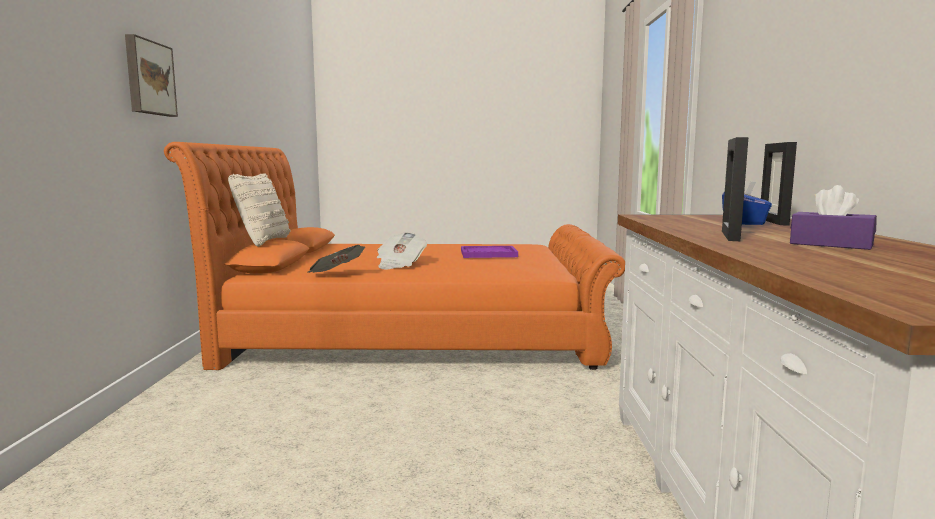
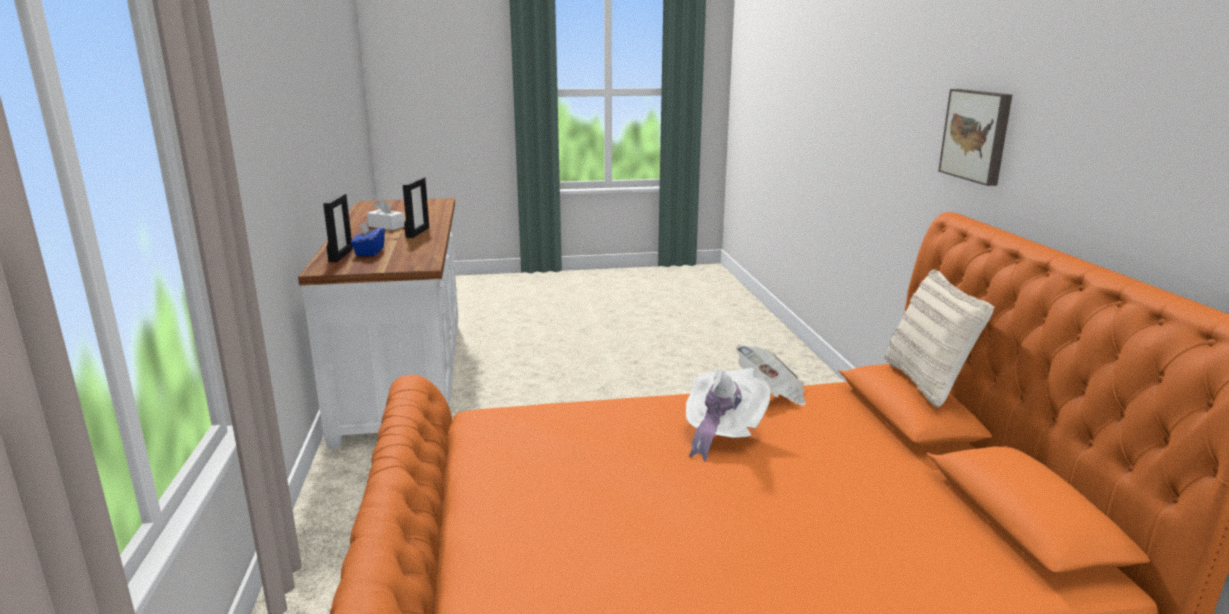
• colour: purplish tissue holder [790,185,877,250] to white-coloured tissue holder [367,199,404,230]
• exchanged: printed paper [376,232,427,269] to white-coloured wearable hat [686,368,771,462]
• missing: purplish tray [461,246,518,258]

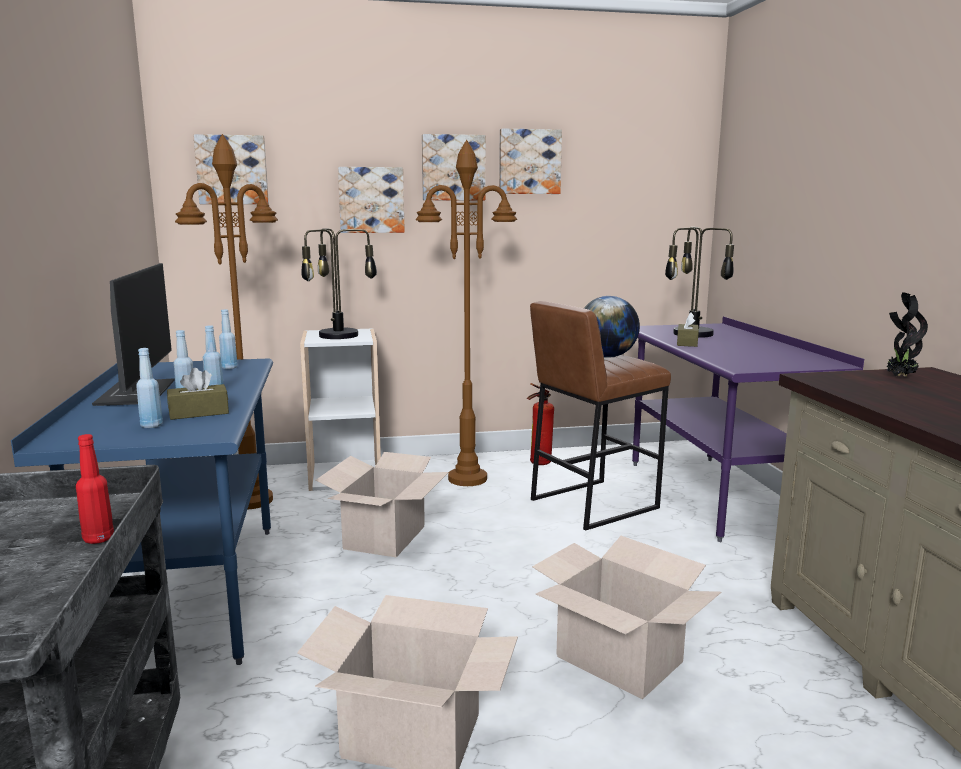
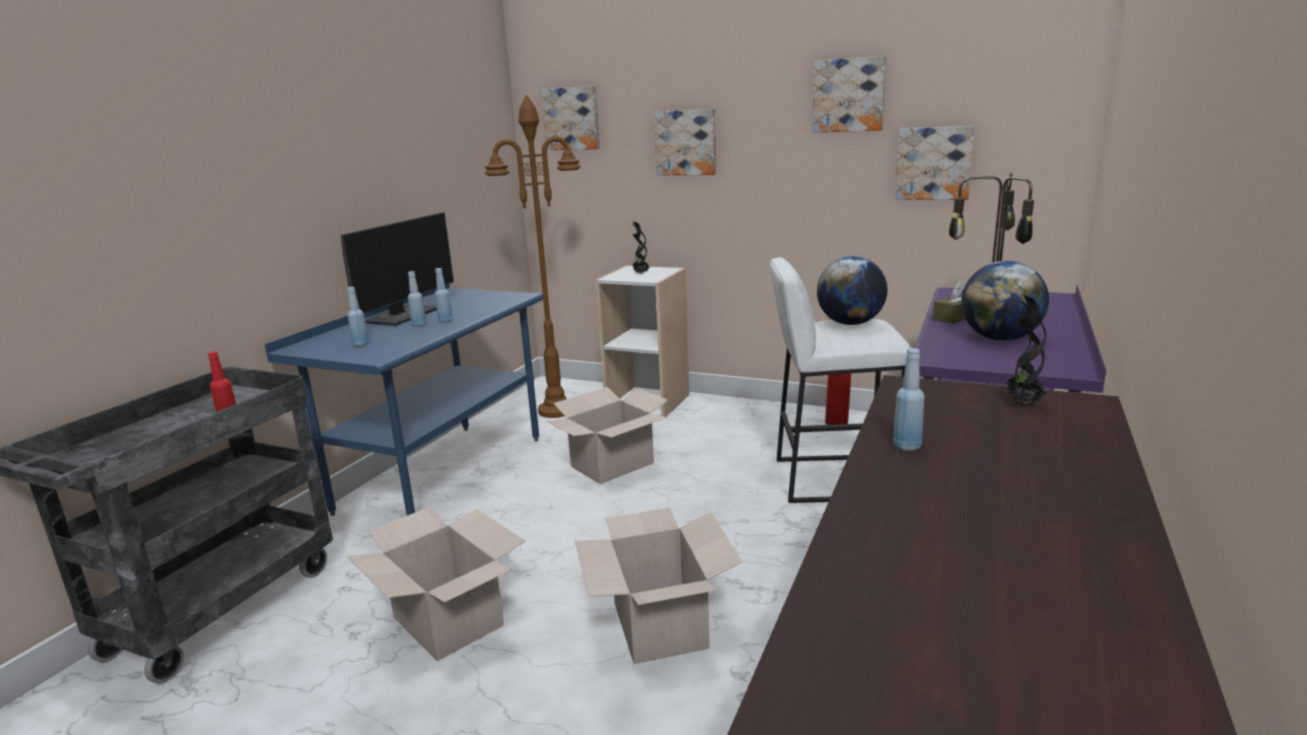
• relocated: wall picture [422,134,486,200] to [895,126,975,200]
• missing: brown floor lamp [416,140,517,486]
• exchanged: tabletop lamp [302,229,377,339] to plant in a pot [631,222,649,273]
• colour: brown stool seat [530,301,671,530] to white-coloured stool seat [770,257,911,503]
• relocated: blue bottle [219,309,238,369] to [893,348,925,451]
• missing: brown tissue holder [167,368,229,420]
• appeared: desk globe [961,261,1049,341]

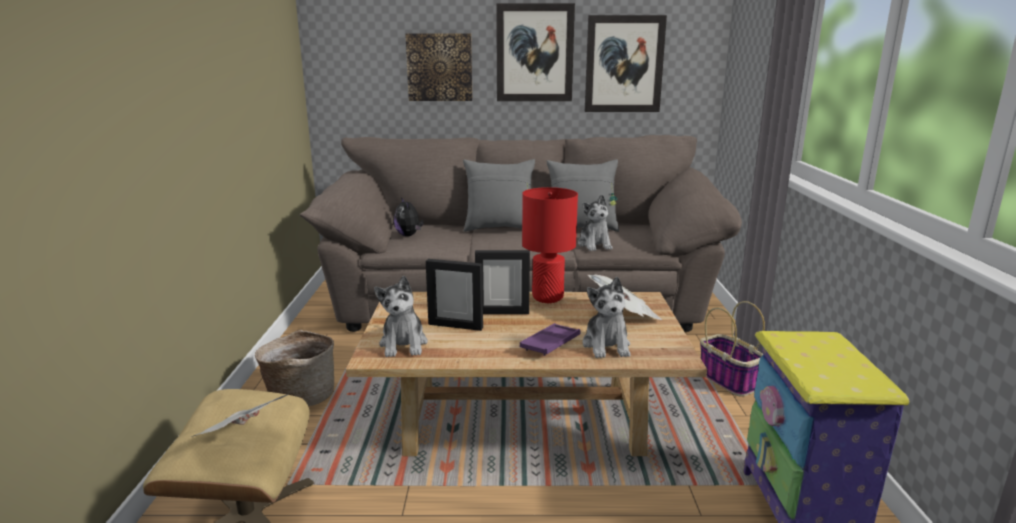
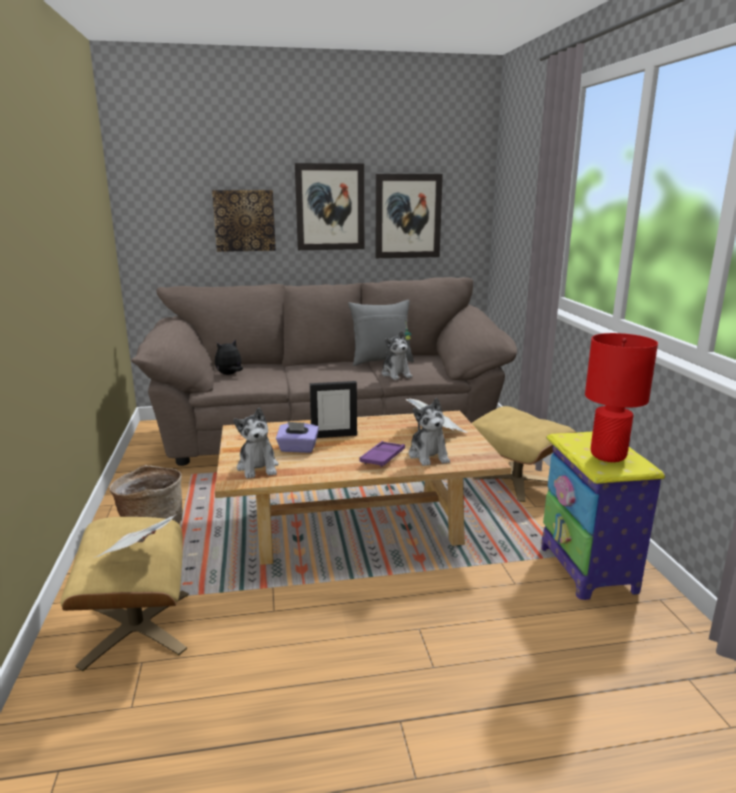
• missing: gray throw pillow [463,159,535,232]
• relocated: red-coloured tabletop lamp [522,187,578,304] to [585,333,658,462]
• spun: cuddly toy [394,197,424,236] = [215,340,243,375] 90 degrees clockwise
• exchanged: picture frame [426,259,483,331] to purplish tissue holder [276,421,319,453]
• exchanged: basket [700,301,765,397] to sand-coloured footrest [472,406,577,502]

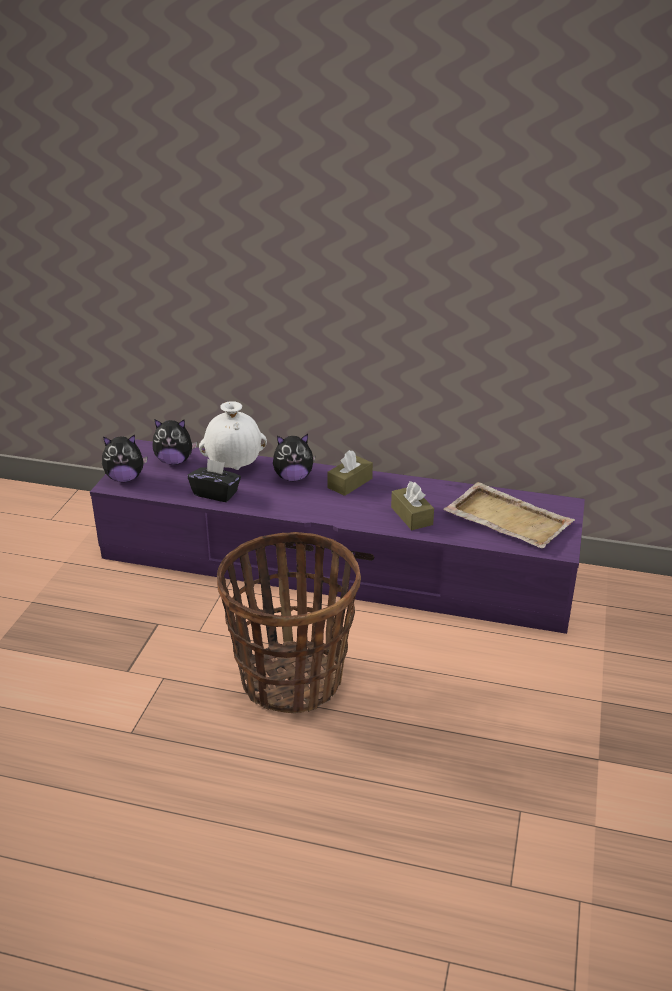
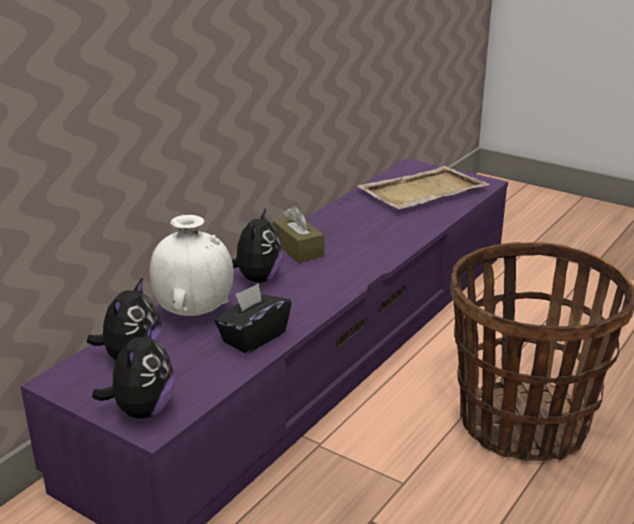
• missing: brown tissue holder [391,481,434,530]

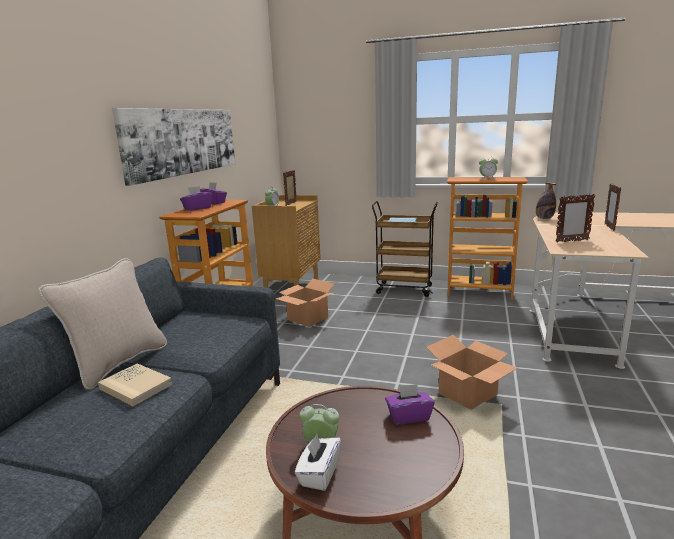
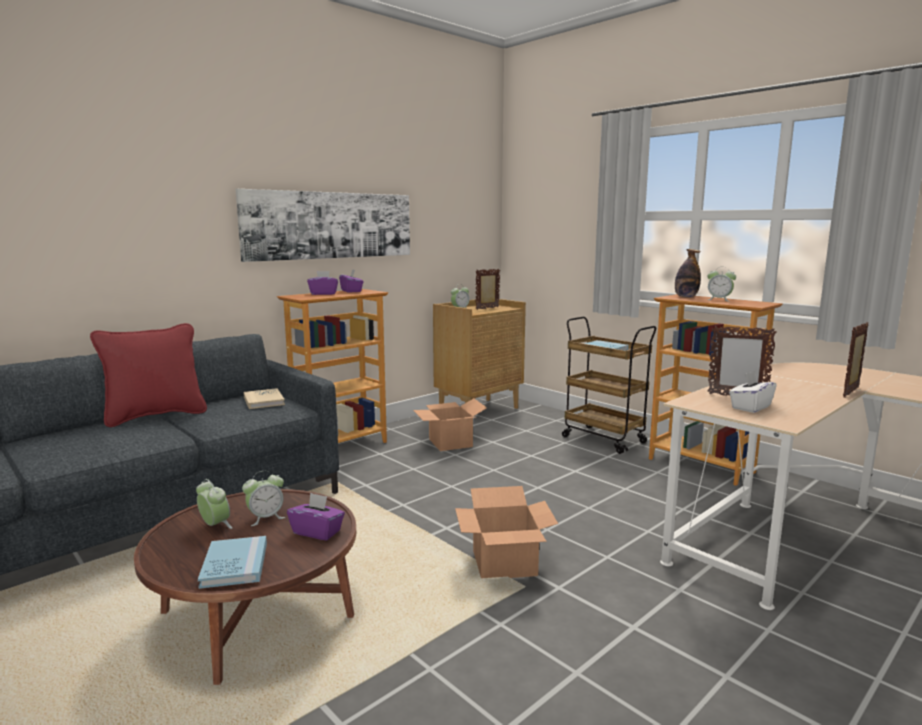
• relocated: bottle [536,182,556,219] to [675,249,701,298]
• colour: sand-coloured throw pillow [38,258,167,390] to red-coloured throw pillow [90,323,207,427]
• relocated: sand-coloured book [98,363,172,406] to [243,388,285,409]
• relocated: white-coloured tissue holder [295,433,341,491] to [729,371,777,413]
• appeared: table clock [242,471,285,526]
• appeared: blue book [198,536,267,589]

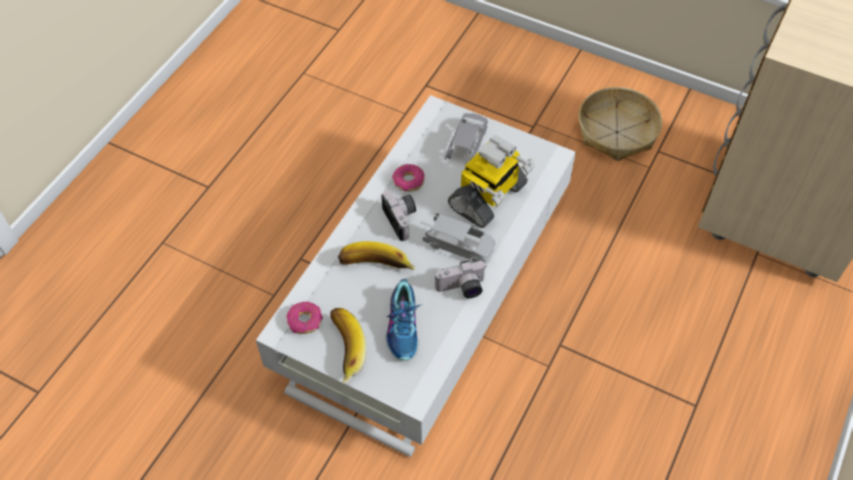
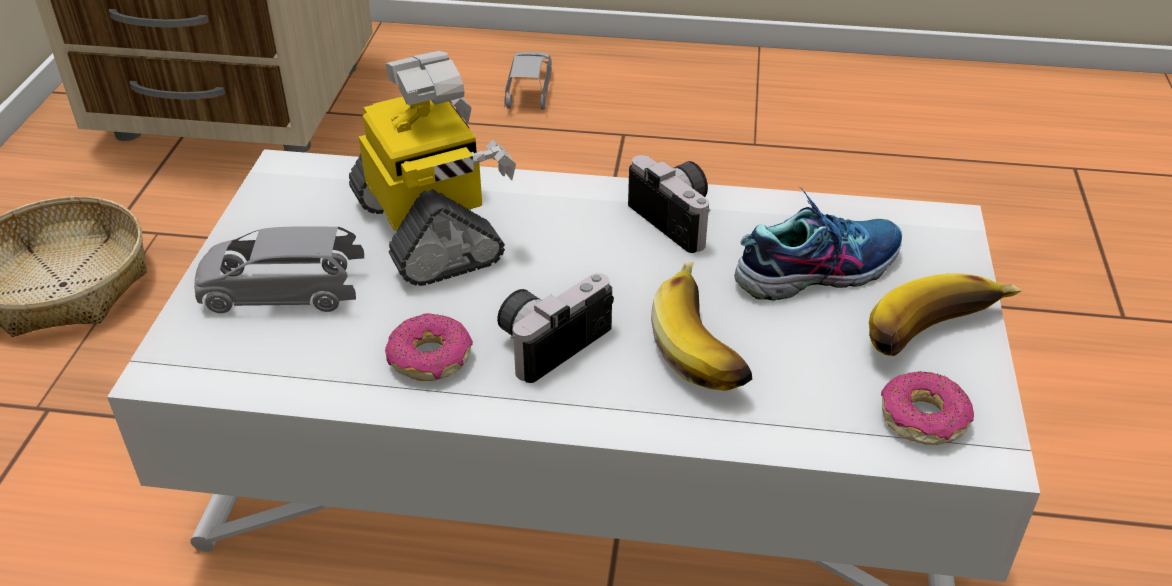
• spun: robot figure [448,135,535,228] = [349,51,516,286] 45 degrees clockwise
• relocated: gray toy car [423,214,495,263] to [504,52,552,110]

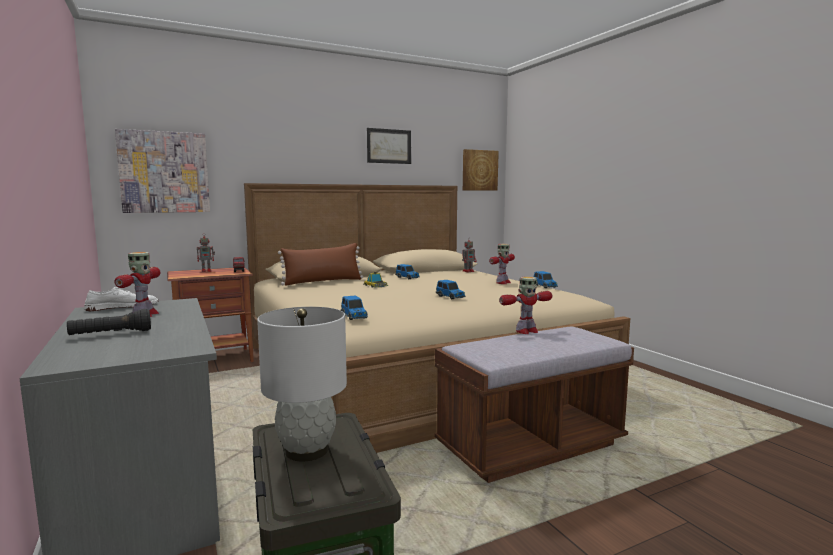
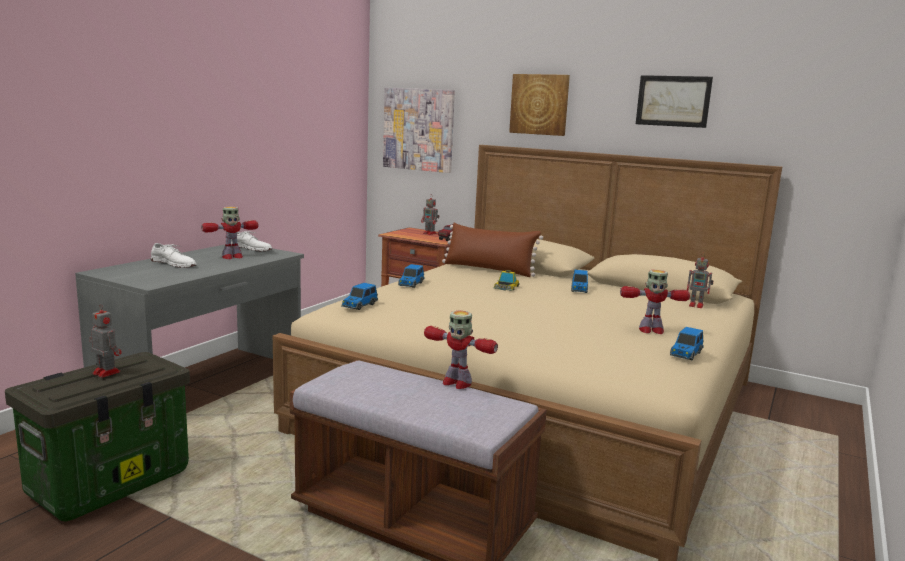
• relocated: wall picture [463,149,499,191] to [509,74,570,136]
• relocated: toy car [436,280,466,300] to [398,264,425,288]
• exchanged: white-coloured tabletop lamp [257,307,347,462] to robot figure [89,304,122,378]
• exchanged: blackish hand torch [67,309,151,335] to white-coloured shoe [151,243,196,268]

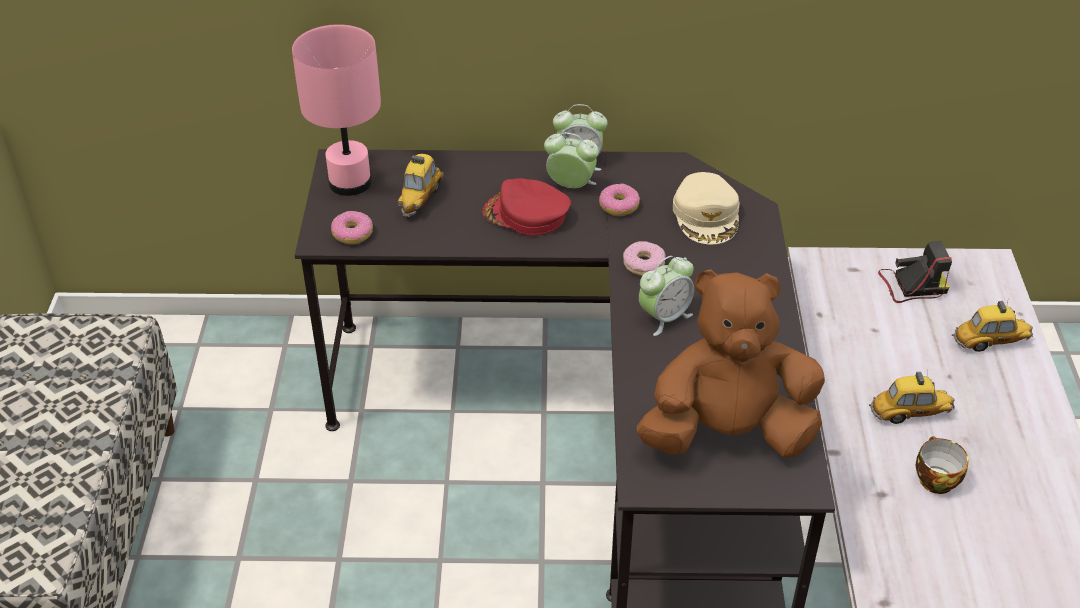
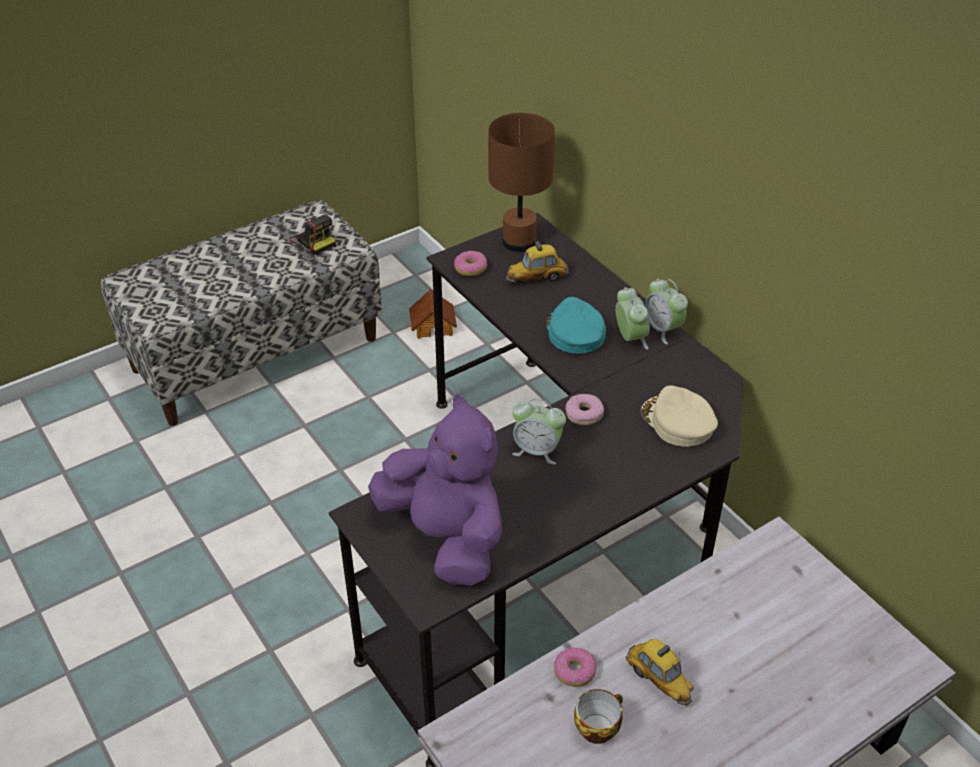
• colour: pink-coloured tabletop lamp [292,24,381,196] to brown tabletop lamp [488,113,555,252]
• spun: sand-coloured baseball cap [673,172,740,245] = [641,385,718,447] 90 degrees clockwise
• colour: red-coloured baseball cap [482,178,571,236] to turquoise-coloured baseball cap [546,297,606,354]
• relocated: doughnut [599,184,640,216] to [554,647,597,687]
• relocated: still camera [878,241,952,303] to [289,215,336,255]
• colour: brown cuddly toy [637,269,825,459] to purplish cuddly toy [368,394,502,586]
• missing: toy car [952,301,1033,352]
• appeared: model house [409,289,457,339]

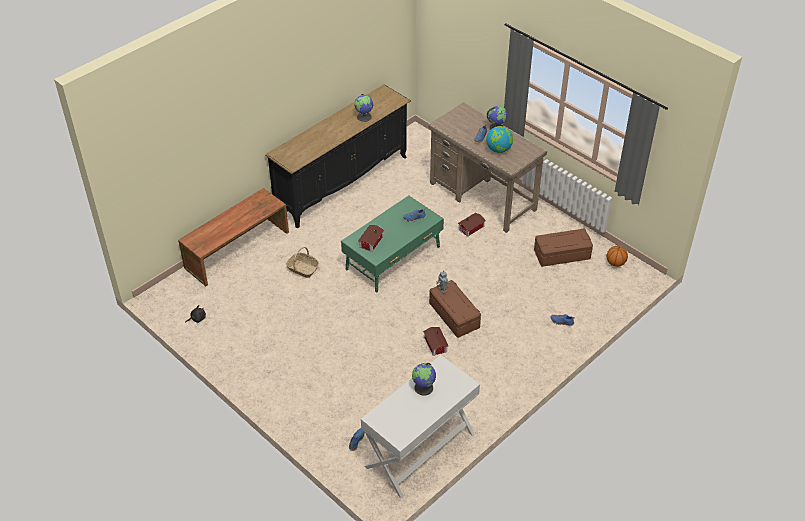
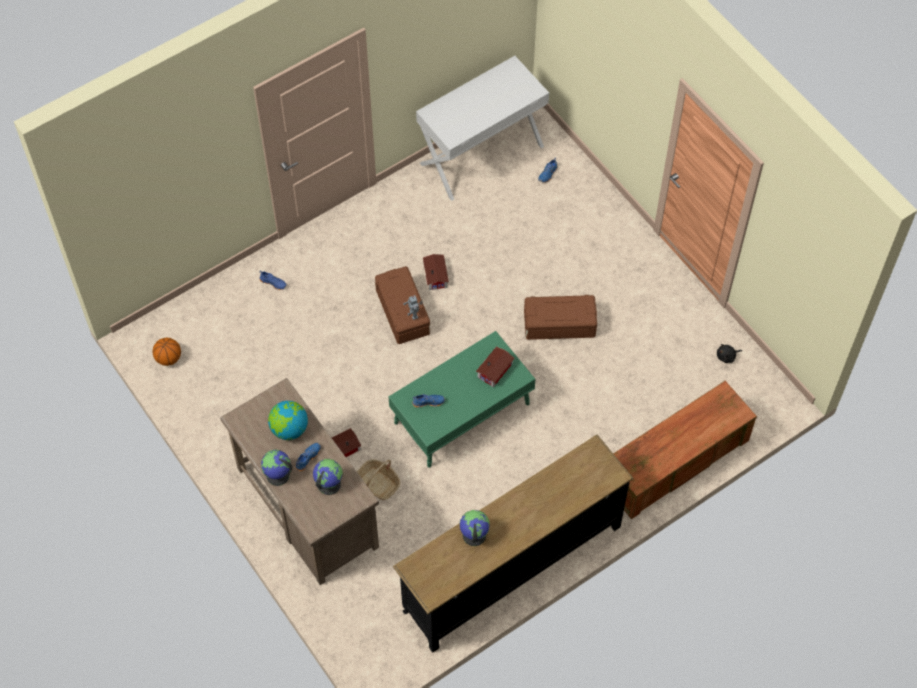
• relocated: brown storage bin [534,229,593,267] to [524,295,597,340]
• relocated: basket [286,247,319,278] to [357,459,400,500]
• relocated: desk globe [412,363,436,396] to [313,459,343,495]

